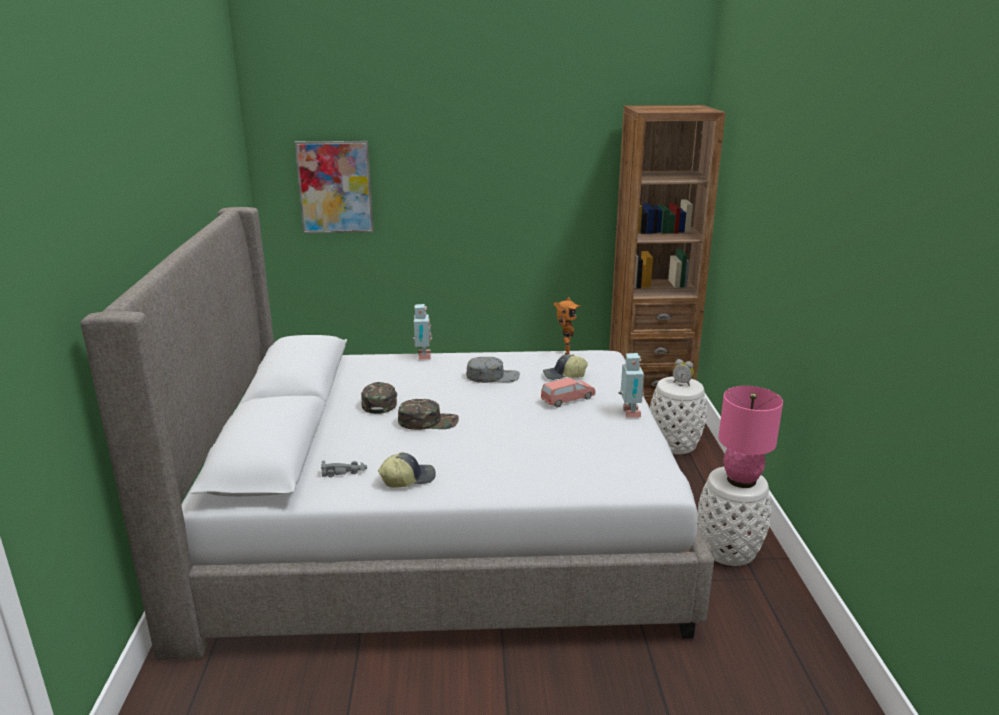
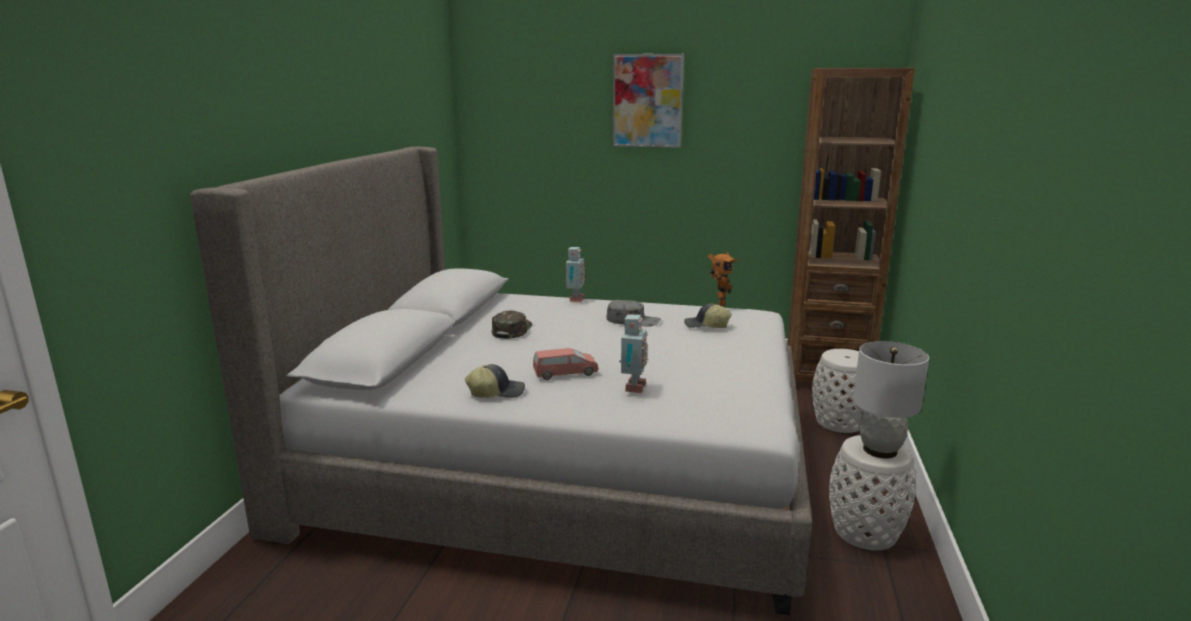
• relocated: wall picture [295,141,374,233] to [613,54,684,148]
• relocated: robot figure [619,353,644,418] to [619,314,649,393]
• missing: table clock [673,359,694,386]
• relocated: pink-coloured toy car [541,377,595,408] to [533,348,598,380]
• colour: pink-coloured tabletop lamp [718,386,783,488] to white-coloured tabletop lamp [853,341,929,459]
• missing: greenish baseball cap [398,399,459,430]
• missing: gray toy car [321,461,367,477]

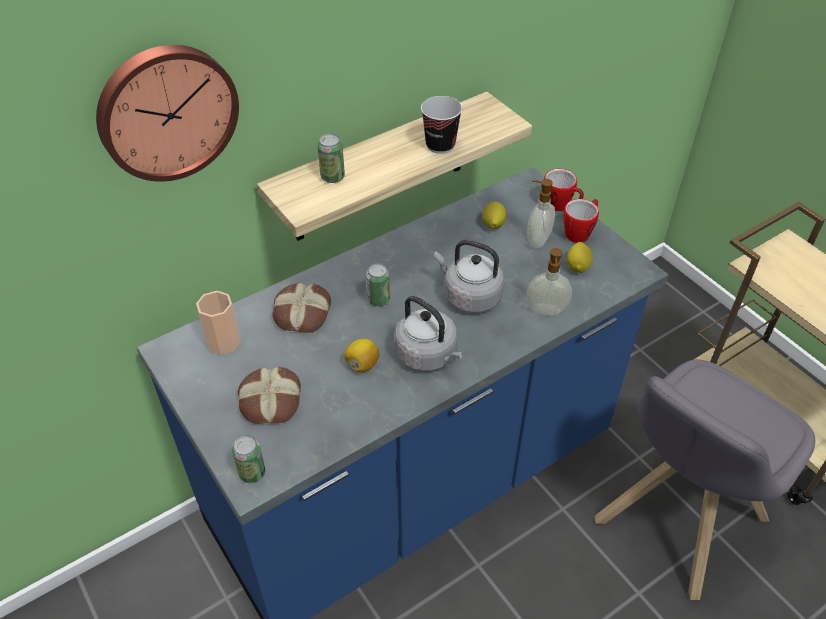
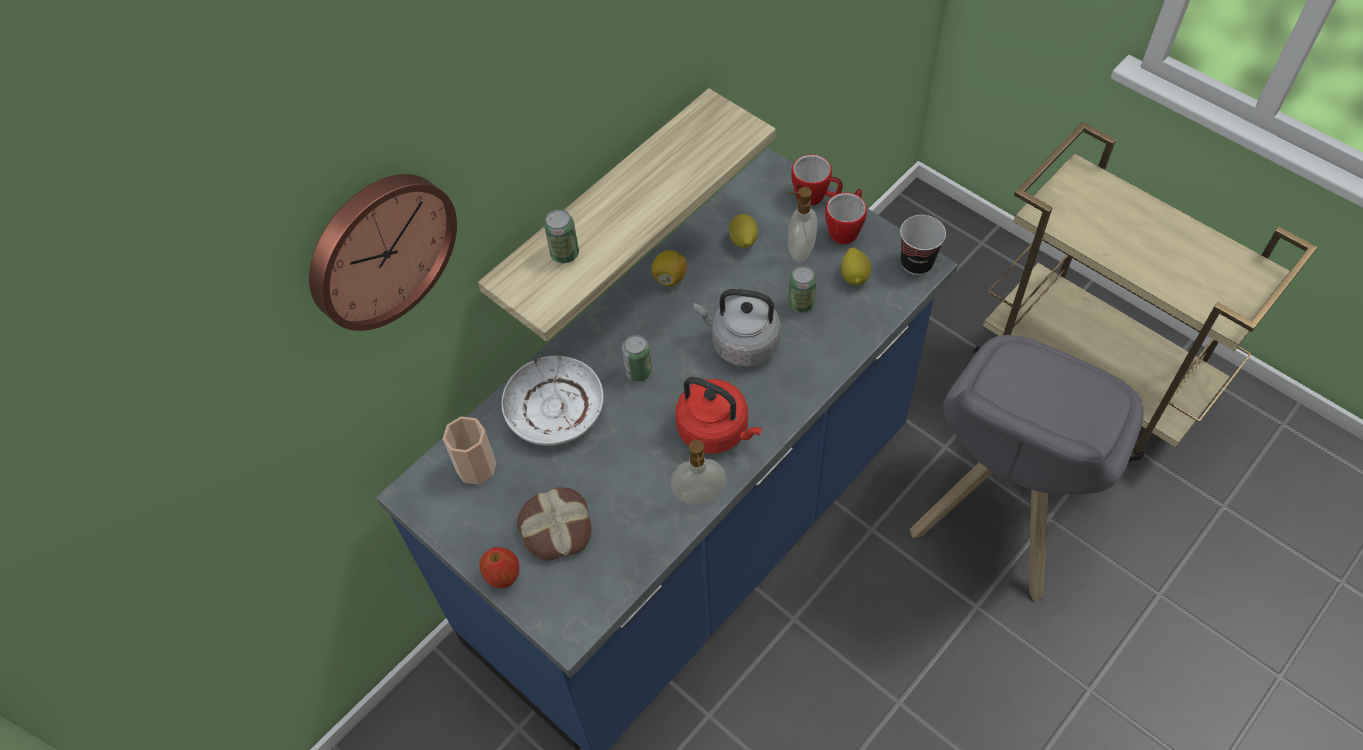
• relocated: cup [421,96,462,154] to [900,215,946,275]
• relocated: soap dispenser [526,248,572,315] to [671,440,727,505]
• exchanged: baked bread [272,283,331,333] to white-coloured plate [502,356,604,446]
• colour: gray kettle [395,296,463,371] to red-coloured kettle [676,377,762,453]
• relocated: whole lemon [345,339,379,373] to [652,250,687,287]
• relocated: sealed can [232,435,265,483] to [788,266,817,313]
• appeared: apple [479,547,519,588]

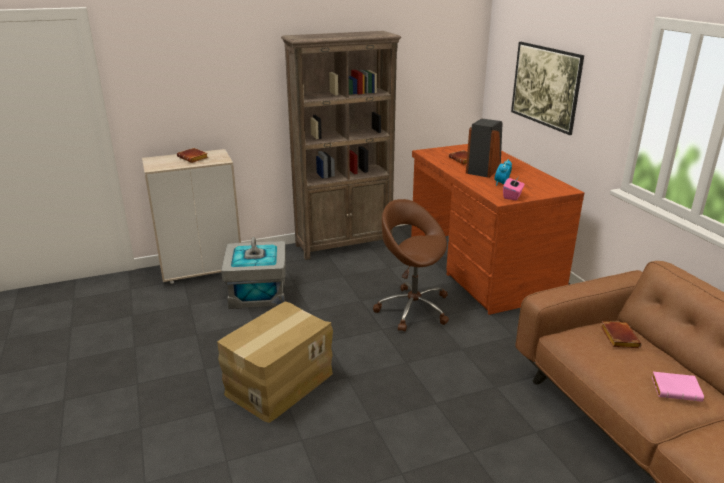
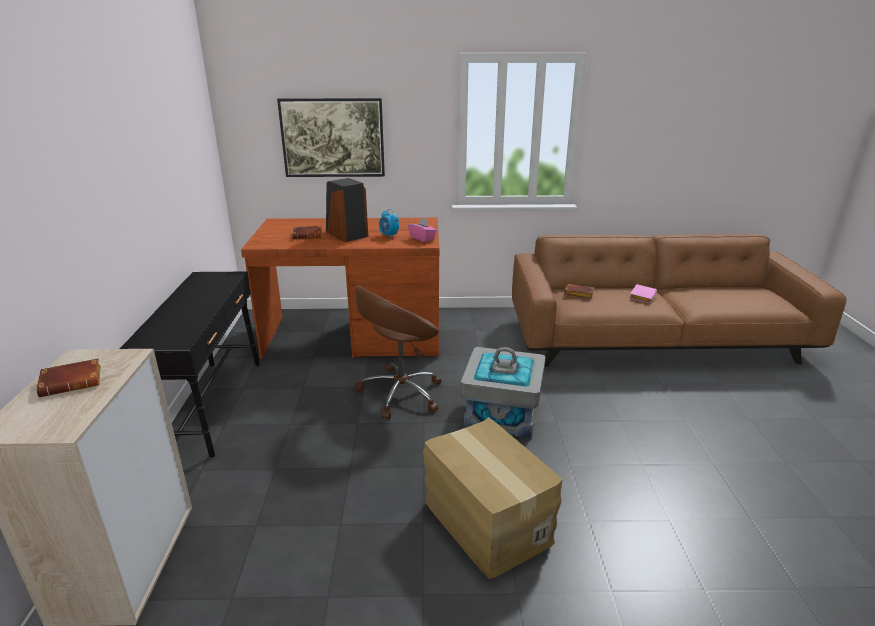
• exchanged: brown bookcase [281,31,401,260] to blackish console table [120,272,260,458]
• relocated: gray storage bin [221,237,286,309] to [461,347,546,438]

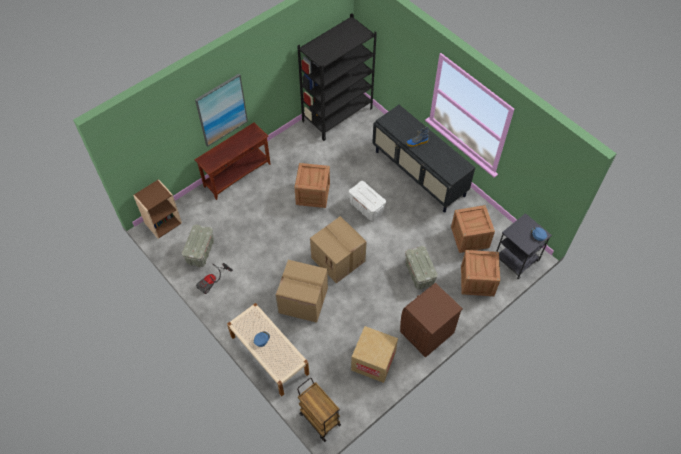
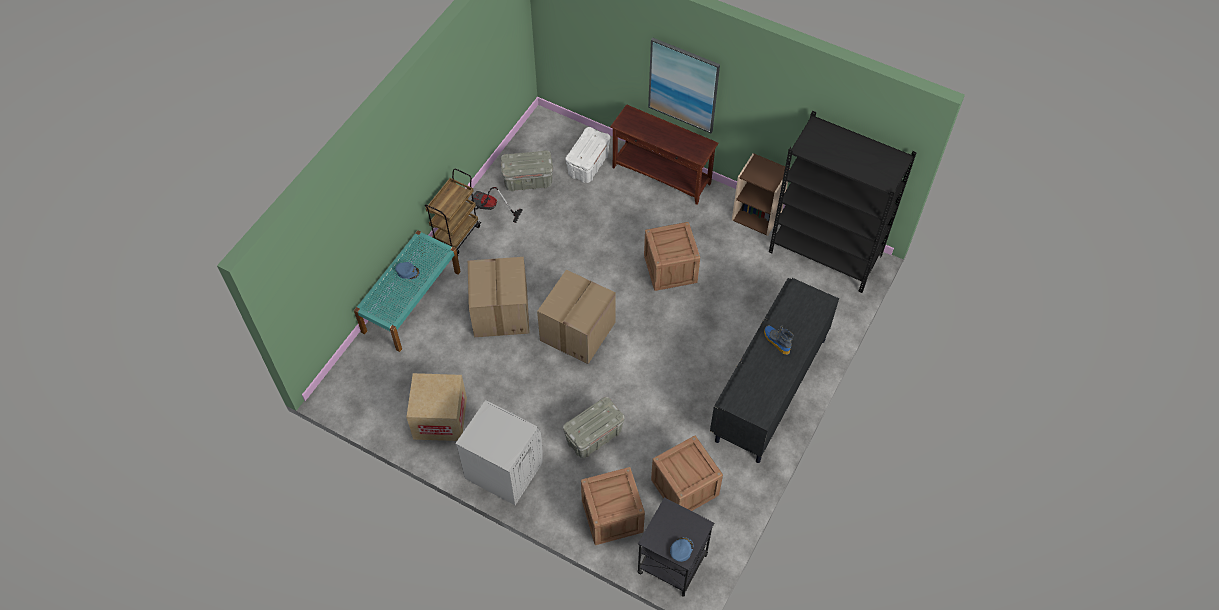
• relocated: brown bookcase [133,179,182,239] to [732,153,790,236]
• relocated: white-coloured storage bin [349,181,386,221] to [565,127,610,183]
• colour: brown washing machine [400,283,463,358] to white-coloured washing machine [455,400,543,505]
• colour: sand-coloured bench [227,303,309,397] to turquoise-coloured bench [354,230,461,352]
• relocated: brown trolley [297,378,341,442] to [425,169,482,255]

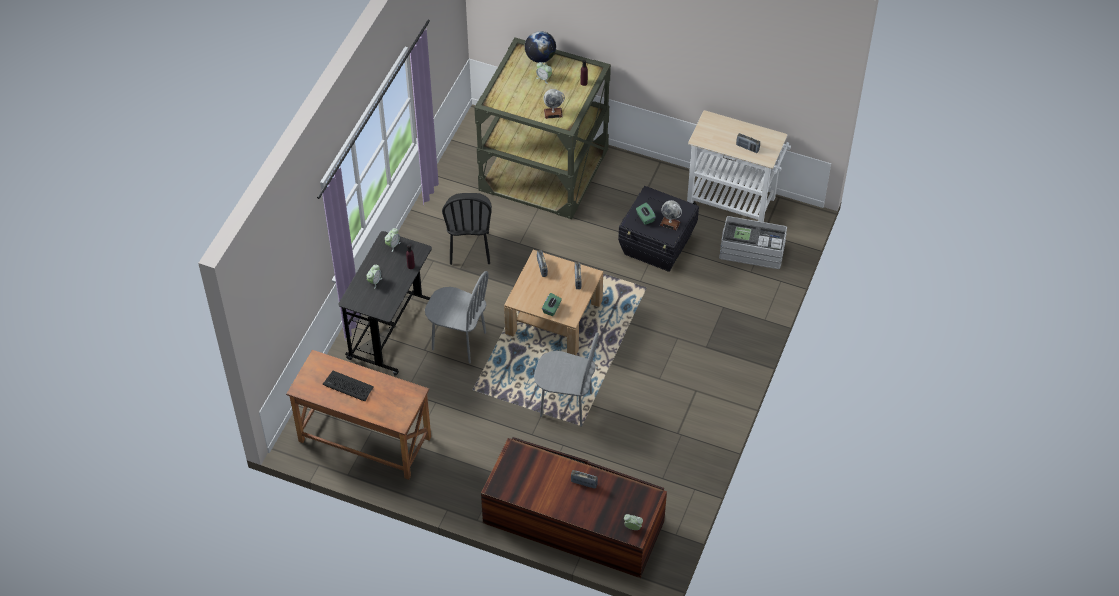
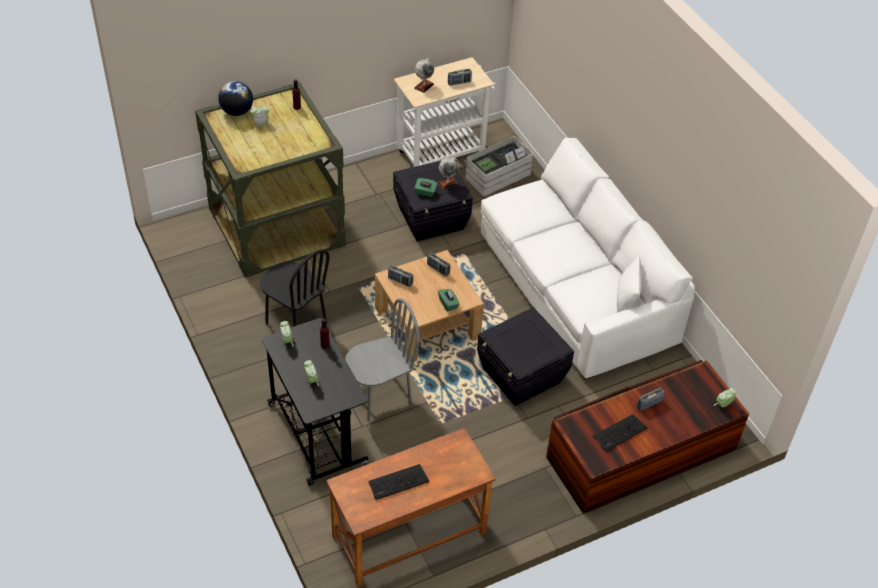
• relocated: desk globe [544,89,565,119] to [414,58,434,93]
• exchanged: gray plain chair [534,332,599,427] to blackish storage bin [477,307,574,406]
• appeared: white-coloured settee [481,138,695,380]
• appeared: keyboard [593,414,648,451]

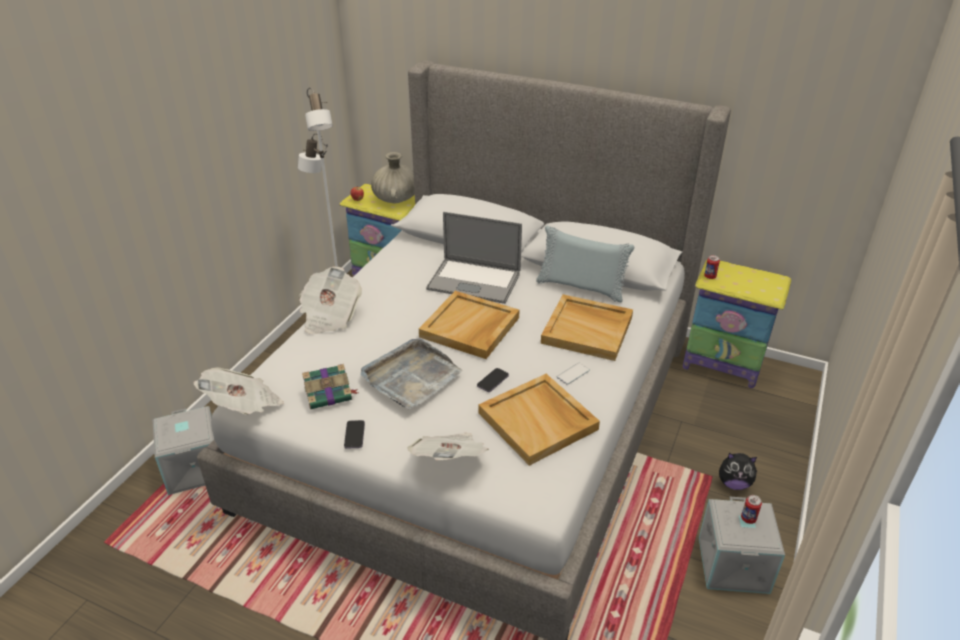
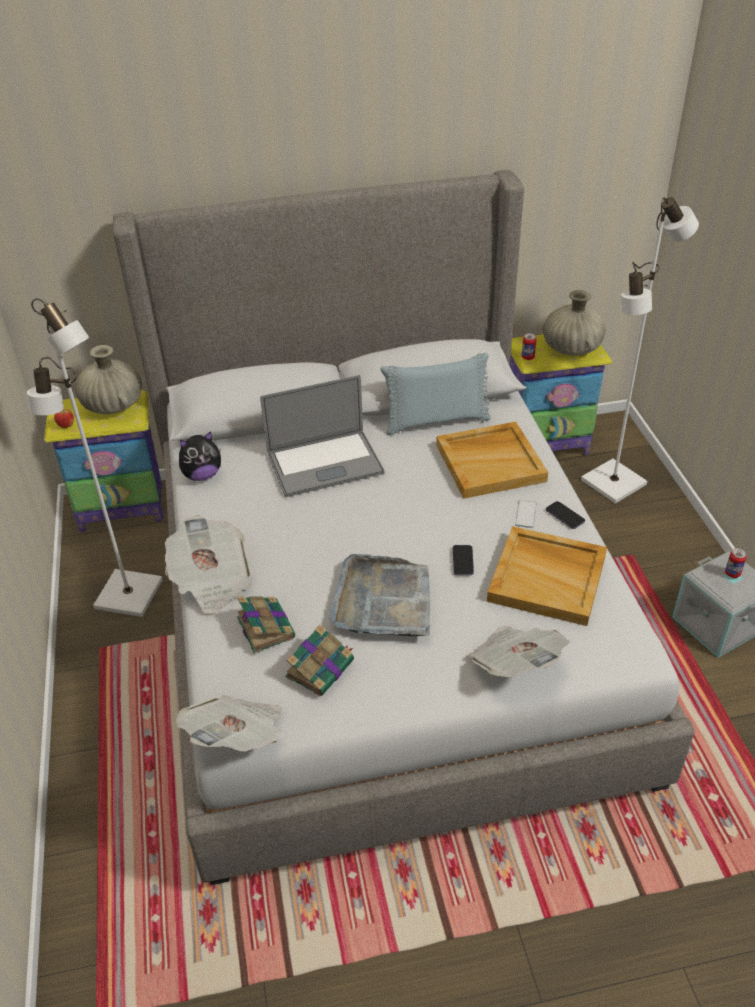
• missing: sand-coloured tray [419,291,519,359]
• missing: gray storage bin [153,406,214,495]
• relocated: handset [344,420,365,449] to [546,501,585,529]
• relocated: cuddly toy [719,453,758,490] to [179,431,221,481]
• appeared: white-coloured floor lamp [581,197,699,503]
• appeared: sand-coloured decorative vase [543,290,606,356]
• appeared: book [237,597,295,654]

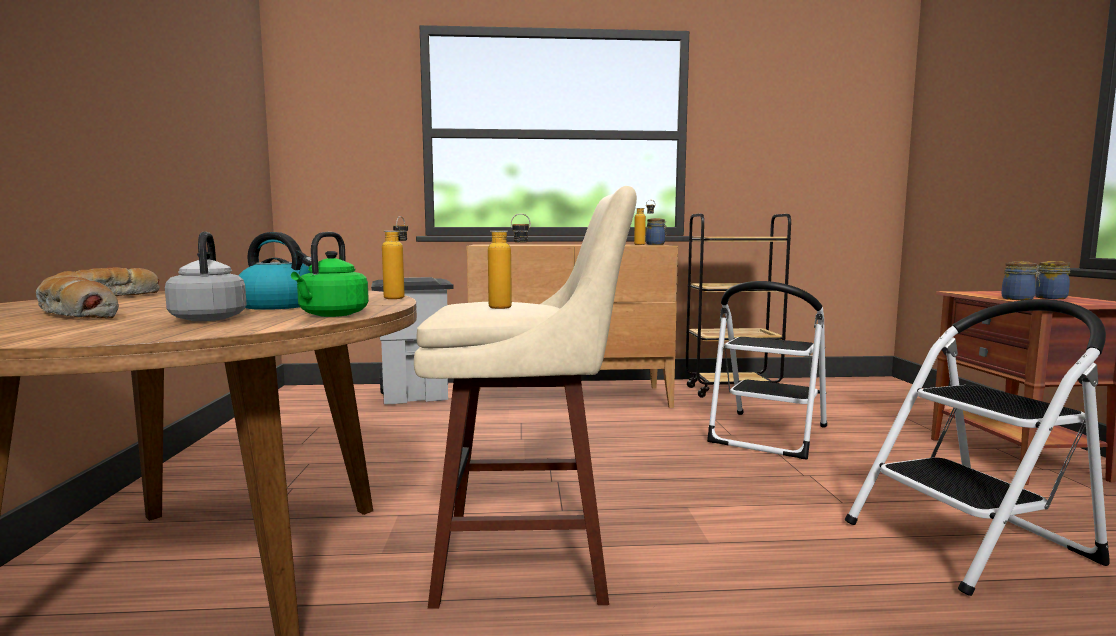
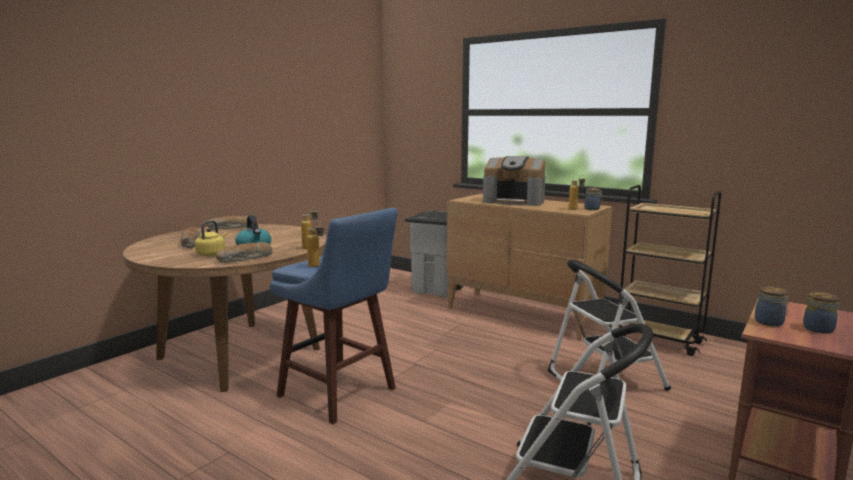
• colour: sand-coloured stool seat [414,186,637,609] to blue stool seat [270,208,398,424]
• colour: gray kettle [165,232,247,321] to yellow kettle [195,220,227,256]
• exchanged: greenish kettle [291,232,369,317] to baked bread [216,242,272,263]
• appeared: coffee maker [483,156,546,206]

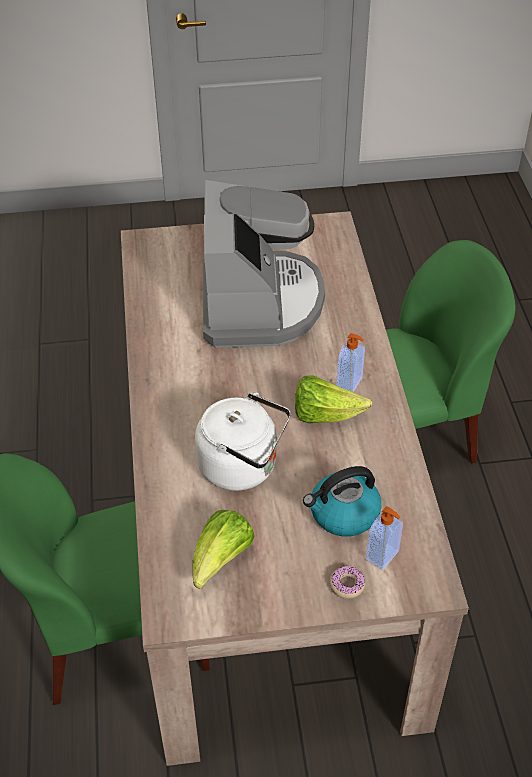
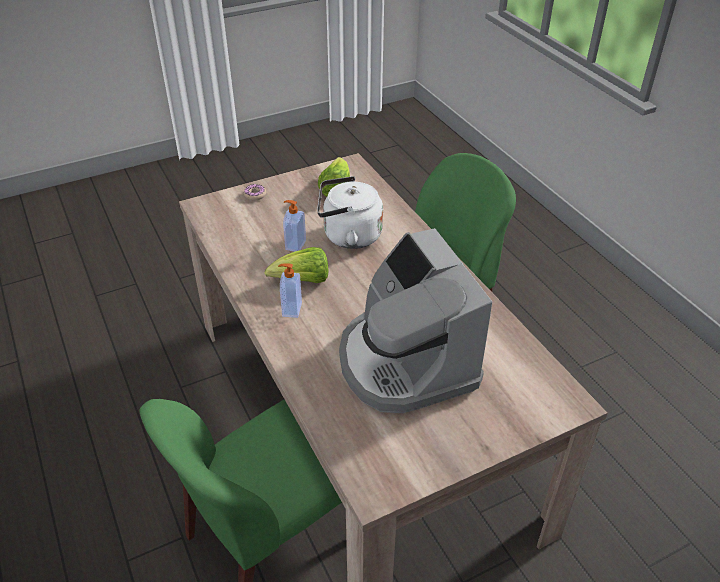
• missing: kettle [303,466,381,537]
• relocated: soap dispenser [366,506,403,570] to [283,200,306,252]

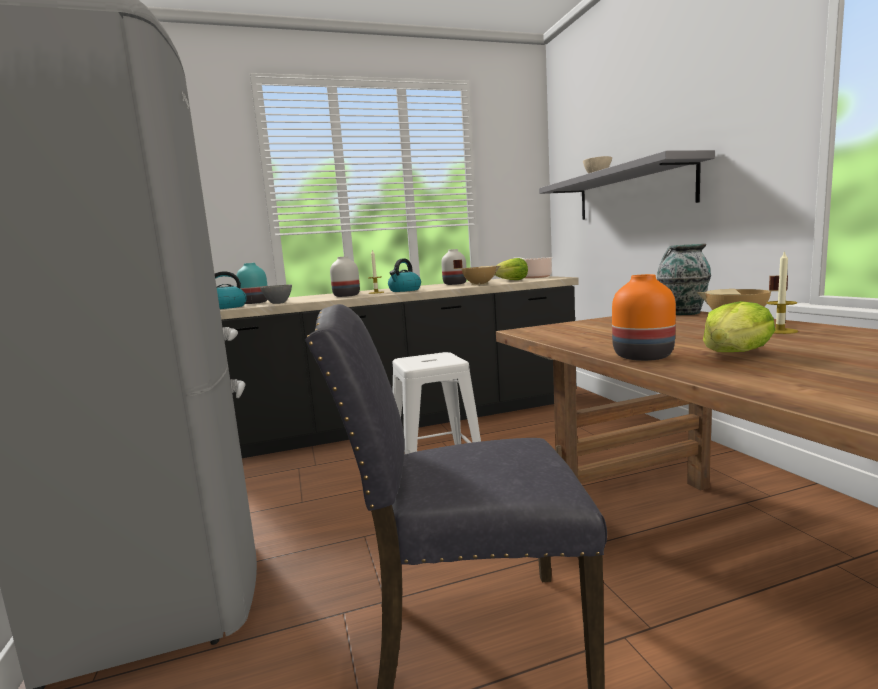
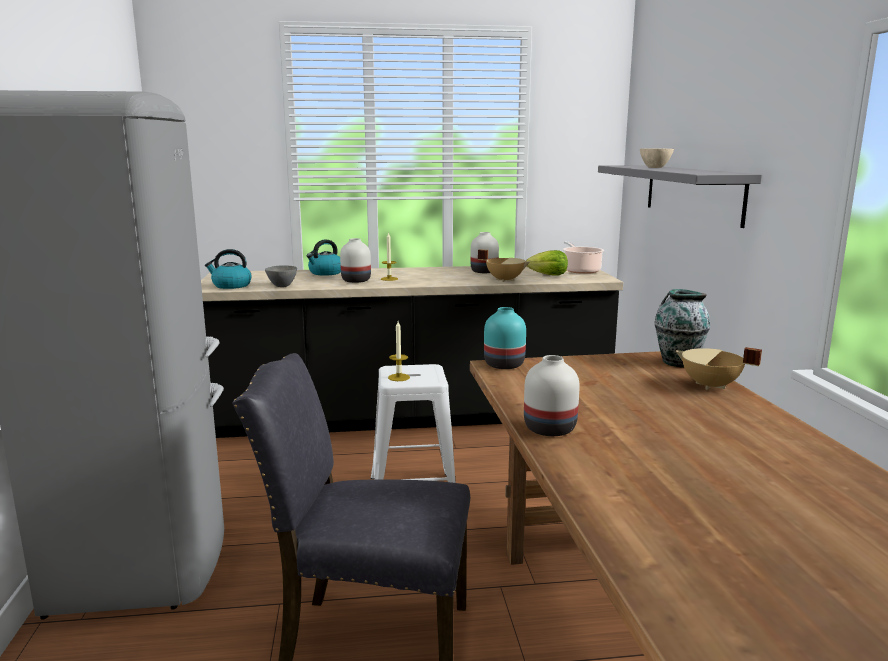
• relocated: wax candle [767,250,798,334] to [388,321,410,381]
• relocated: kettle [388,259,421,292] to [306,240,341,276]
• relocated: turquoise-coloured decorative vase [236,263,268,304] to [484,307,526,369]
• colour: orangey decorative vase [612,274,676,361] to white-coloured decorative vase [524,355,580,436]
• missing: lettuce head [703,301,775,352]

